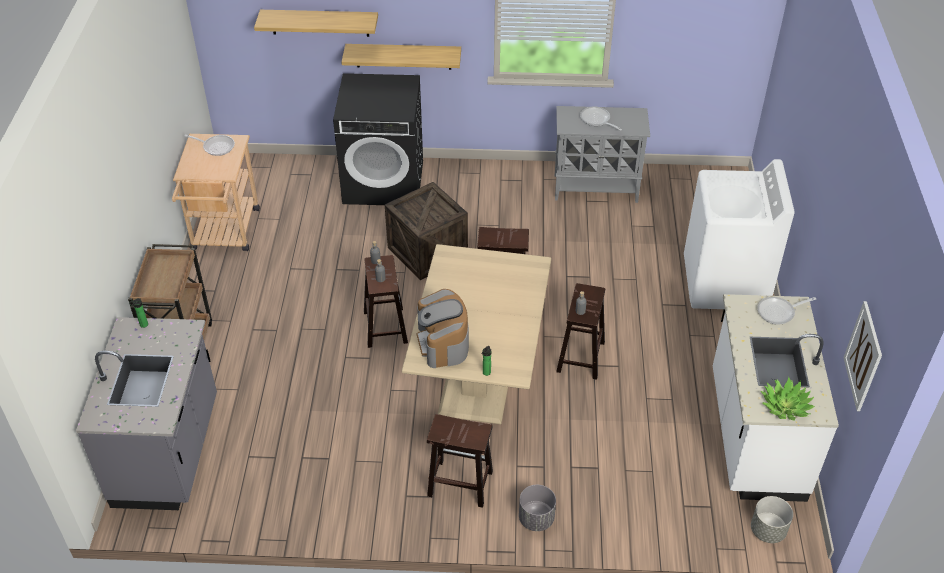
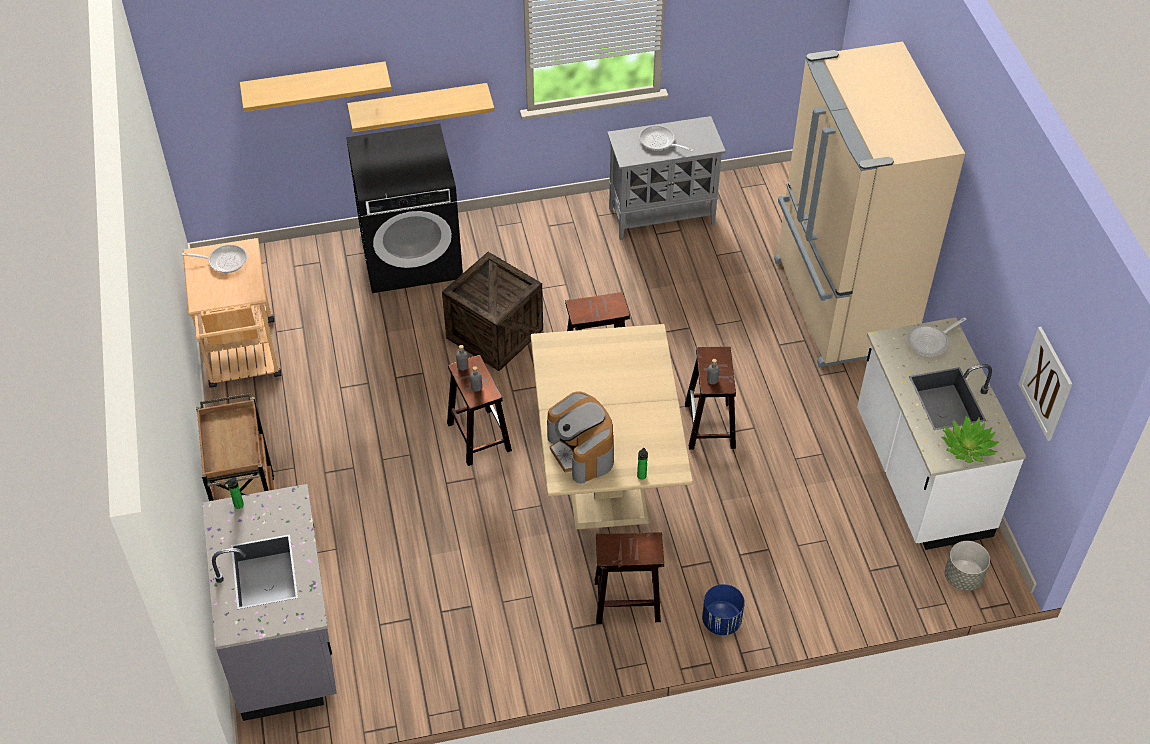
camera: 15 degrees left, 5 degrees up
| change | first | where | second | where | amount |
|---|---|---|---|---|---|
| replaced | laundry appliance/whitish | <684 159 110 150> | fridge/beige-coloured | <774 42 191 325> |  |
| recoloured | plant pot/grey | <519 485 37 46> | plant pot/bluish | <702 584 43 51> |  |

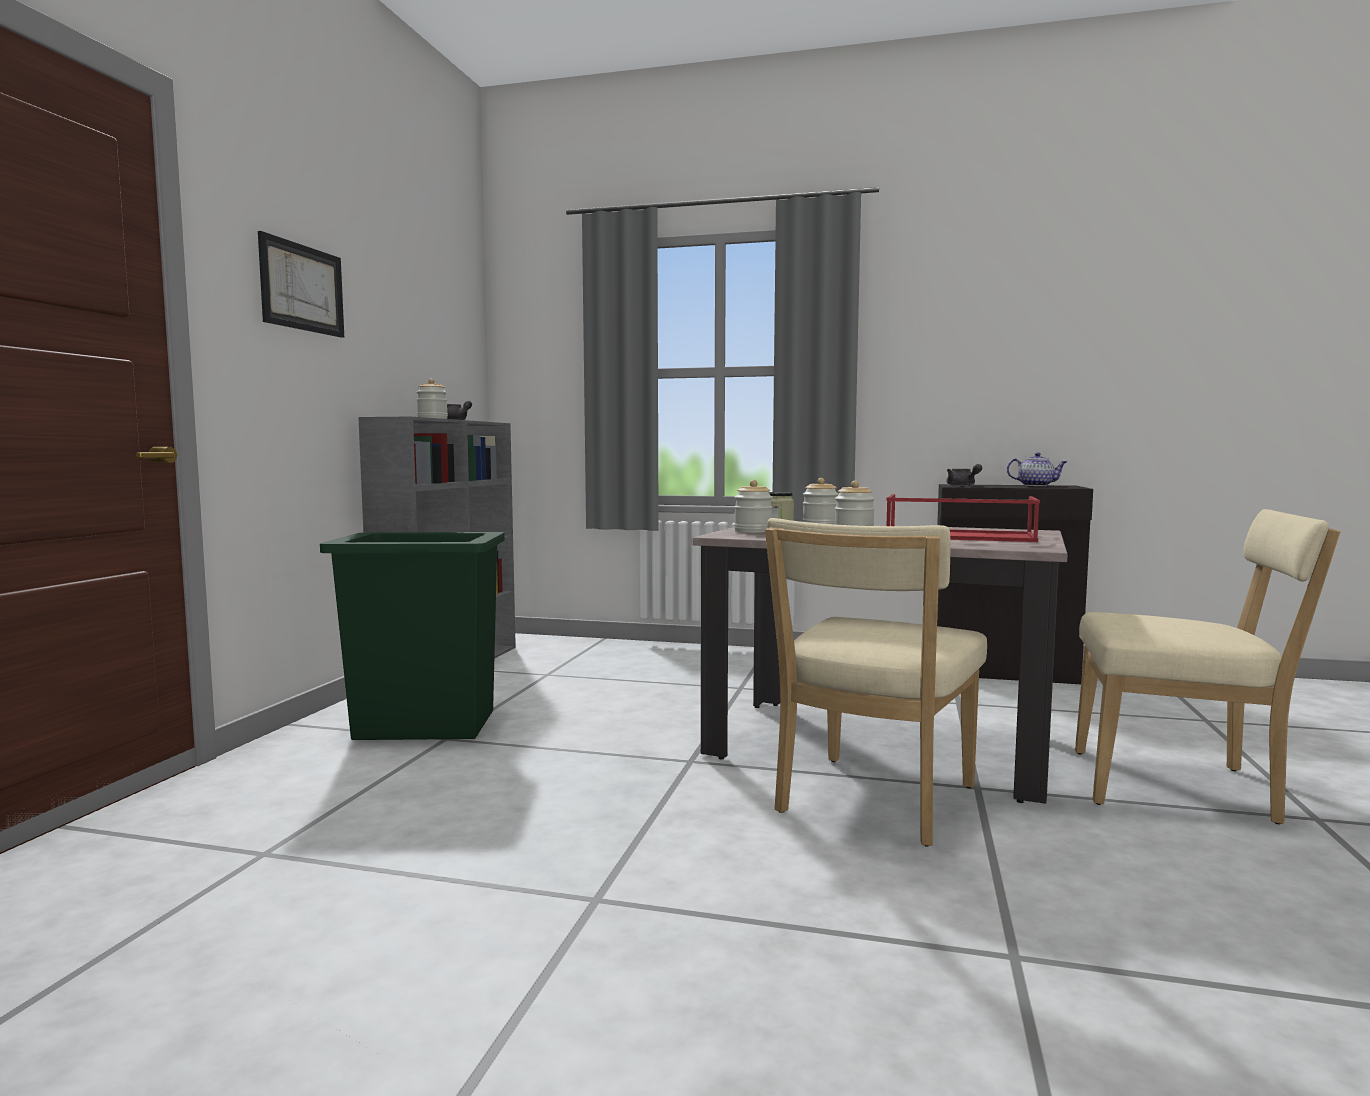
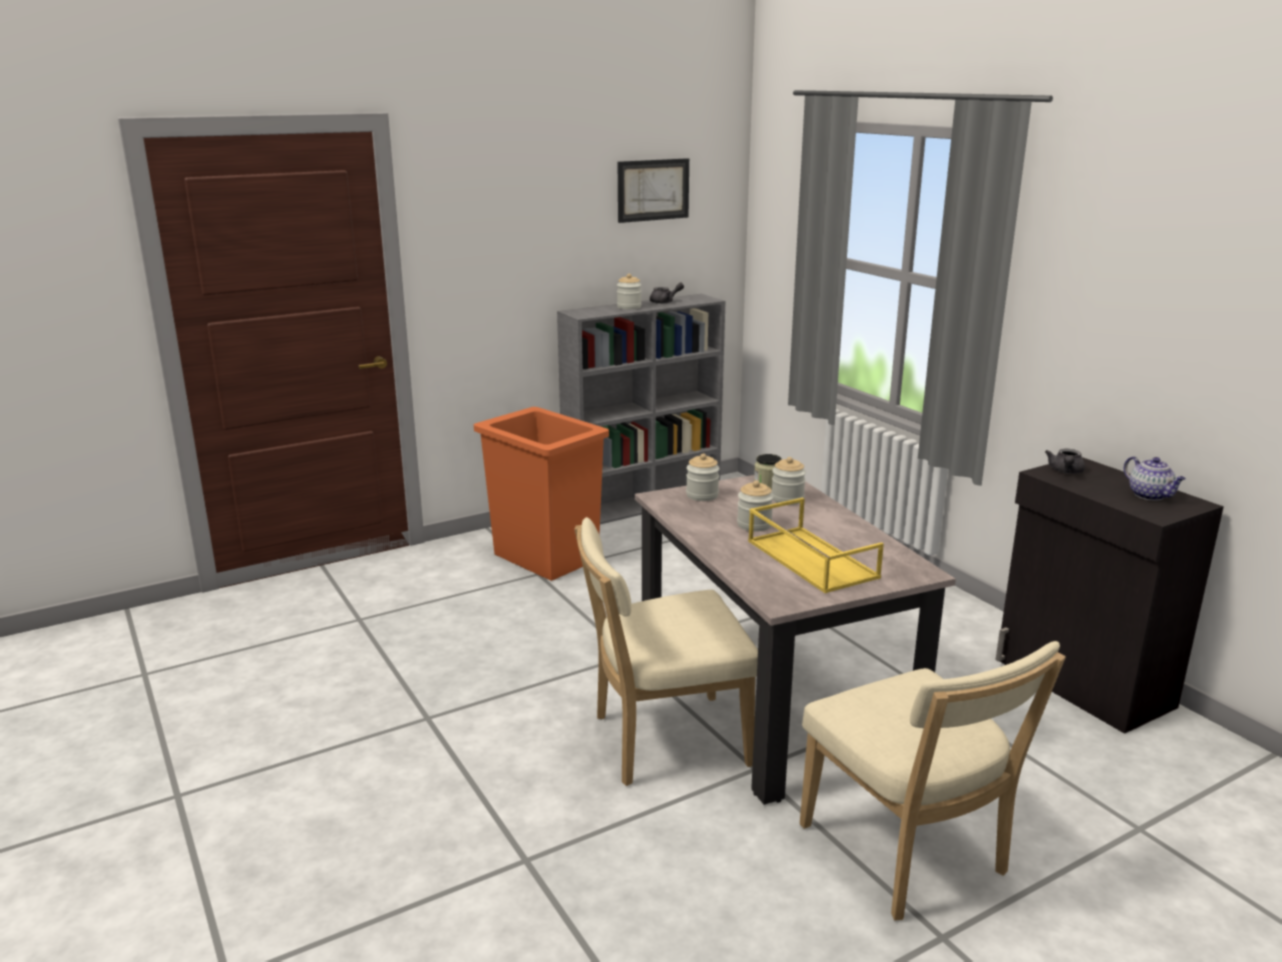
camera: 45 degrees right, 15 degrees up
| change | first | where | second | where | amount |
|---|---|---|---|---|---|
| moved | wall picture | <258 231 86 107> |  | <618 158 71 65> |  |
| recoloured | tray/red | <886 494 154 48> | tray/yellowish | <748 498 136 95> |  |
| recoloured | waste bin/green | <320 532 185 208> | waste bin/orange | <474 407 135 174> |  |

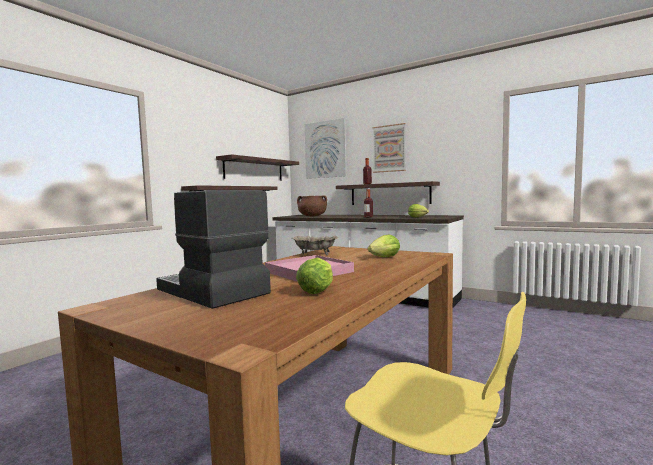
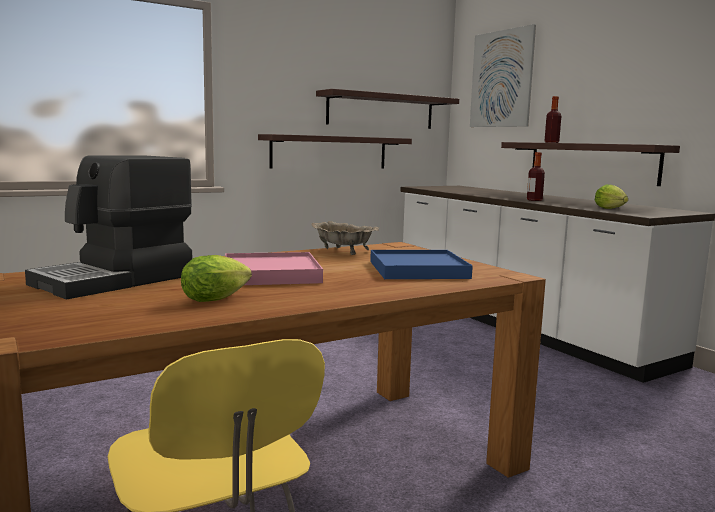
camera: 25 degrees right, 5 degrees up
| change | first | where | second | where | amount |
|---|---|---|---|---|---|
| removed | wall picture | <372 123 34 50> |  |  |  |
| turned | coffee maker | <156 190 115 119> |  | <25 156 167 143> | 120 degrees counterclockwise |
| removed | saucepot/brown-coloured | <297 195 30 21> |  |  |  |
| replaced | lettuce | <368 235 32 22> | tray/bluish | <370 250 103 29> |  |

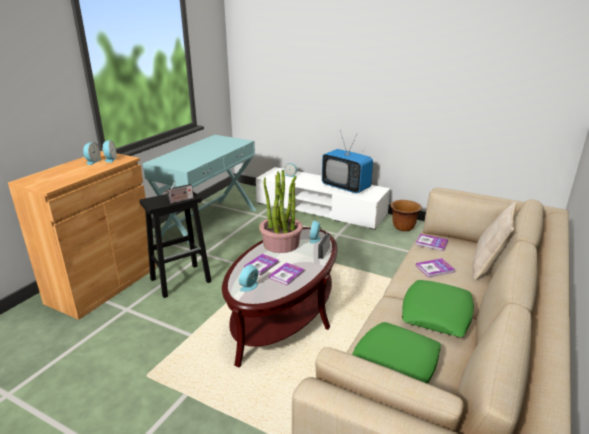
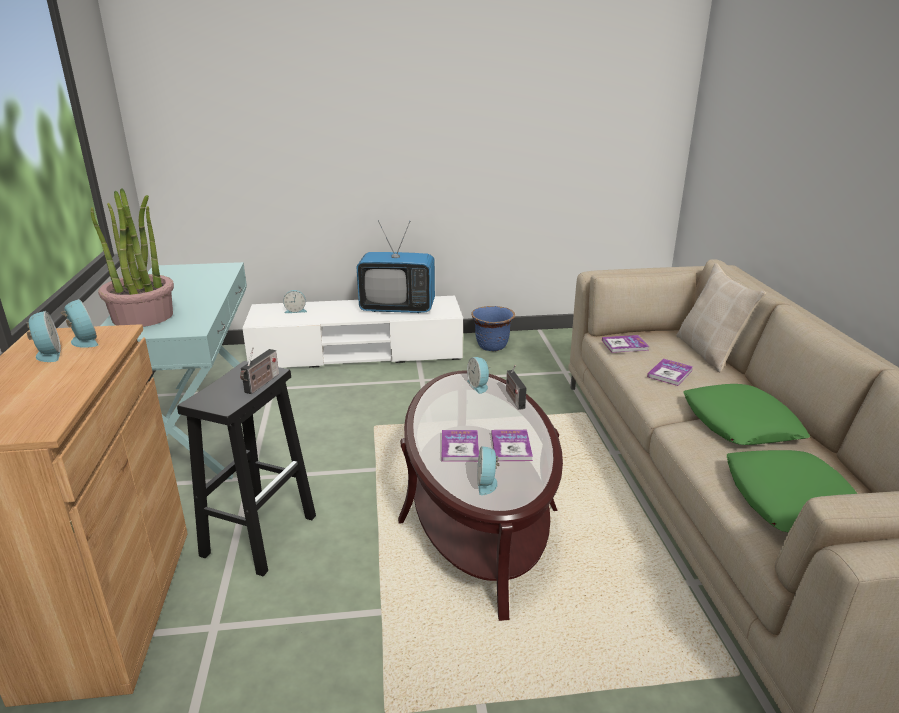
camera: 35 degrees left, 0 degrees up
| change | first | where | second | where | amount |
|---|---|---|---|---|---|
| moved | potted plant | <259 170 44 83> |  | <91 188 83 139> |  |
| recoloured | plant pot/brown-coloured | <391 200 31 31> | plant pot/bluish | <471 306 44 45> |  |

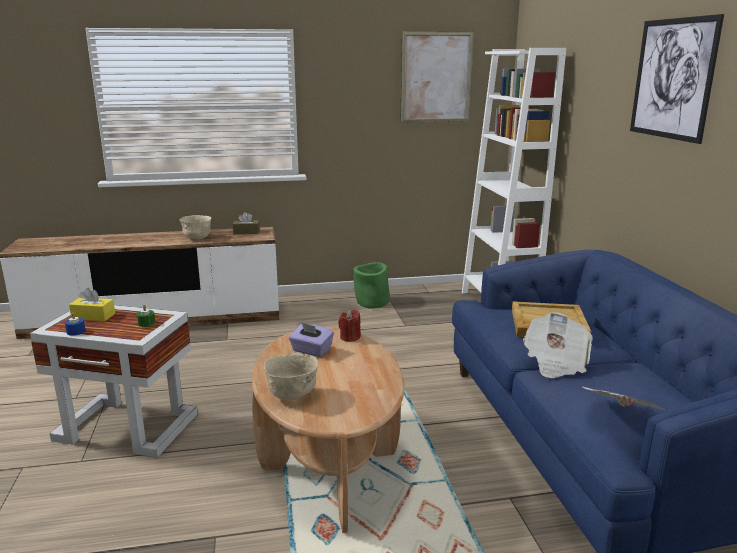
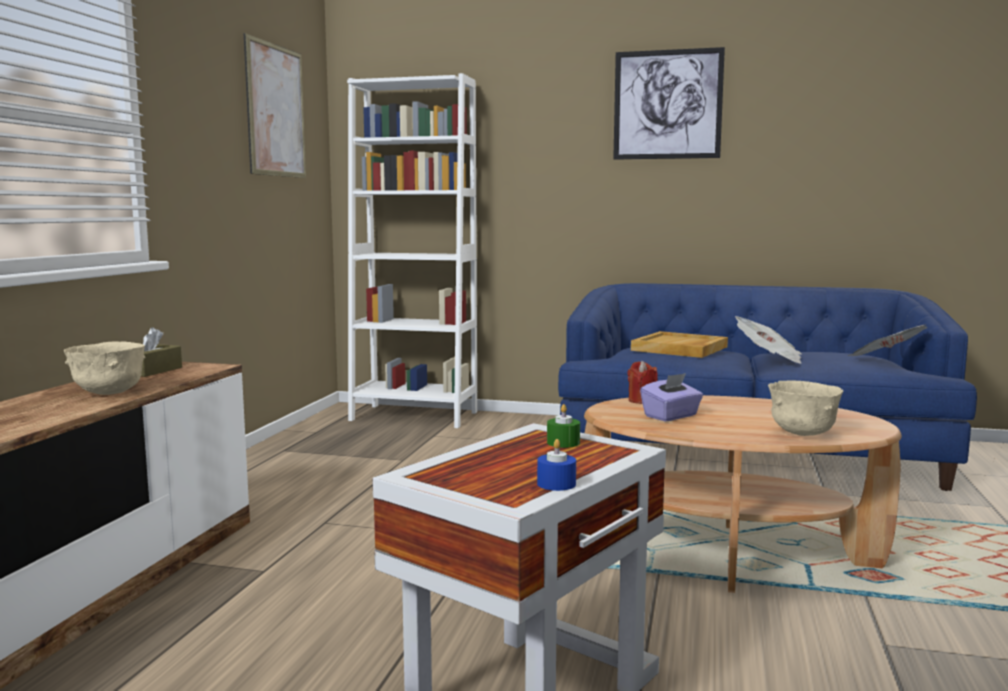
camera: 65 degrees left, 10 degrees down
| change | first | where | second | where | amount |
|---|---|---|---|---|---|
| removed | plant pot/green | <353 262 37 46> |  |  |  |
| removed | box of tissues/yellowish | <69 288 46 33> |  |  |  |

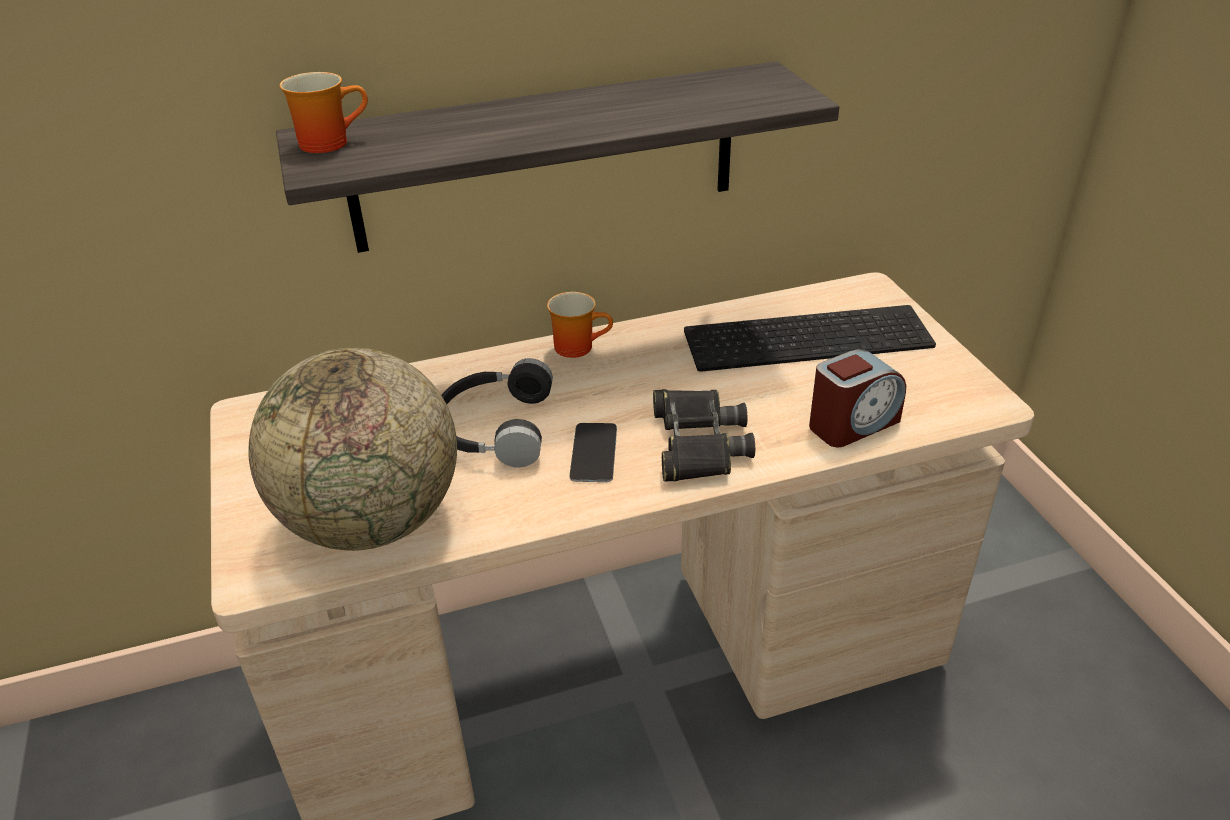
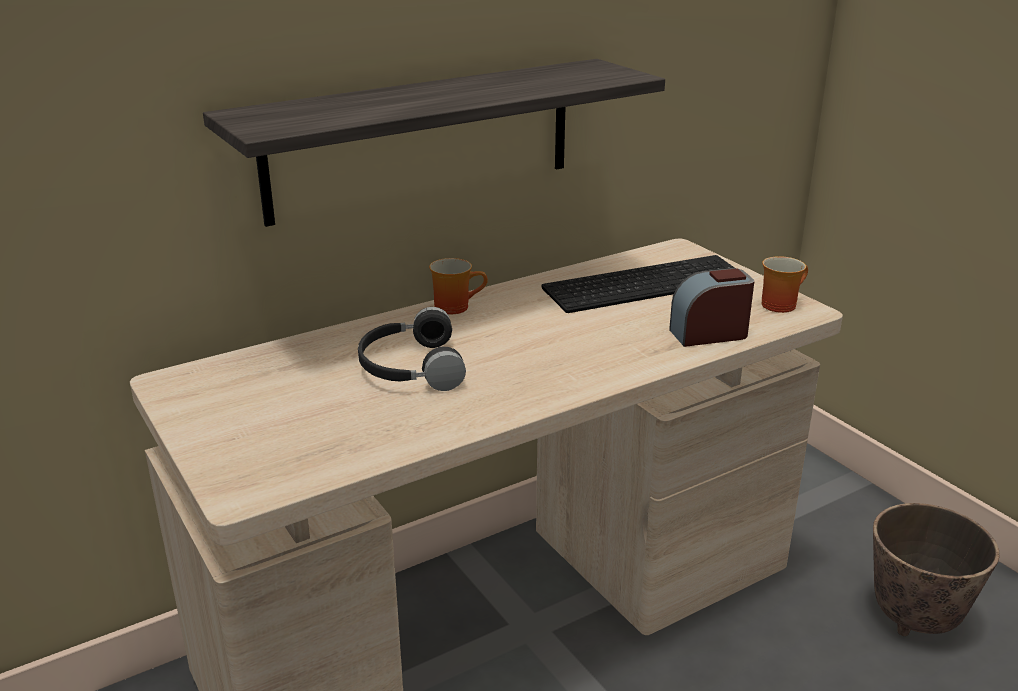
camera: 15 degrees left, 10 degrees down
| change | first | where | second | where | amount |
|---|---|---|---|---|---|
| moved | tea mug | <279 72 89 81> |  | <761 256 47 57> |  |
| removed | desk globe | <248 348 209 203> |  |  |  |
| turned | alarm clock | <809 349 97 99> |  | <669 268 85 79> | 150 degrees counterclockwise |
| removed | pair of binoculars/black-coloured | <653 389 102 93> |  |  |  |
| removed | handset | <569 423 48 59> |  |  |  |
| added |  |  | plant pot | <873 503 127 133> |  |

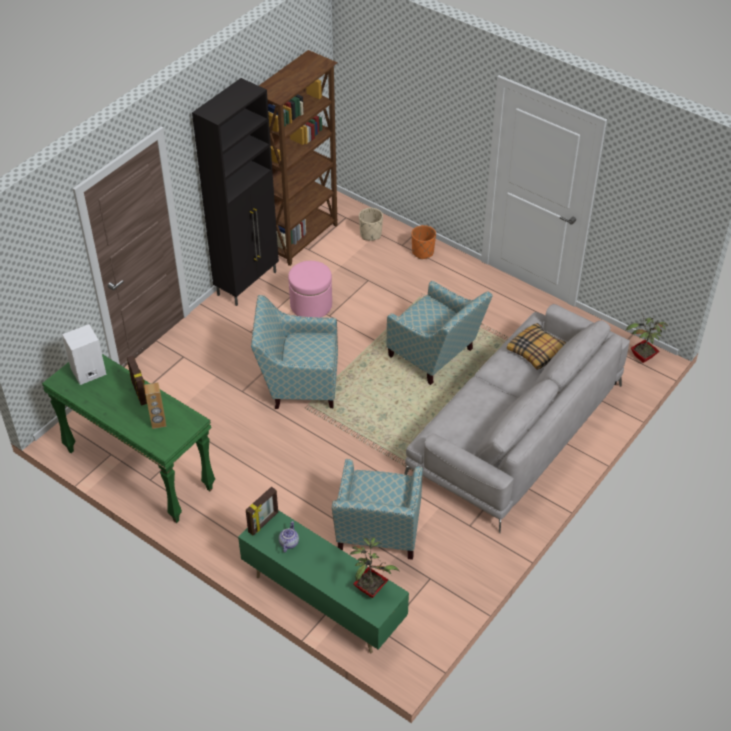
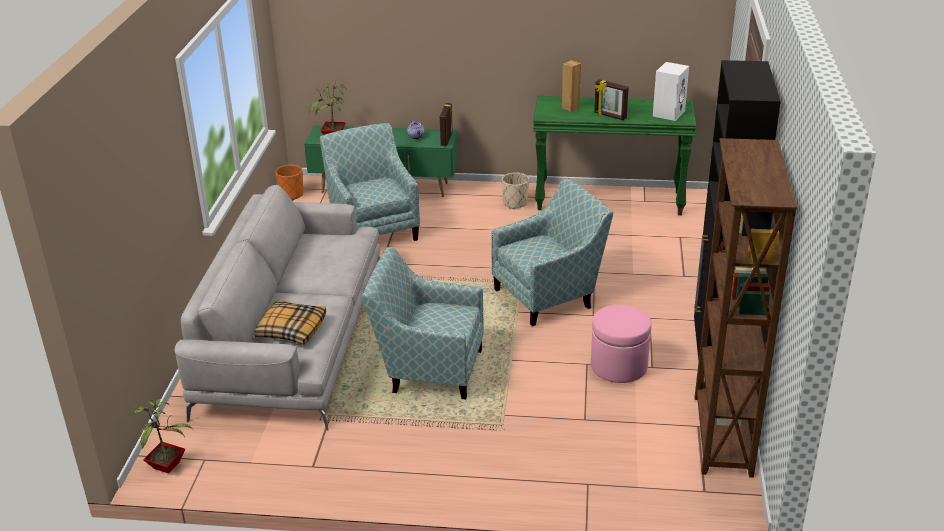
camera: 150 degrees right, 15 degrees down
| change | first | where | second | where | amount |
|---|---|---|---|---|---|
| moved | plant pot/beige-coloured | <359 208 24 33> |  | <502 172 27 37> |  |
| moved | plant pot/orange | <411 225 25 34> |  | <275 165 28 35> |  |

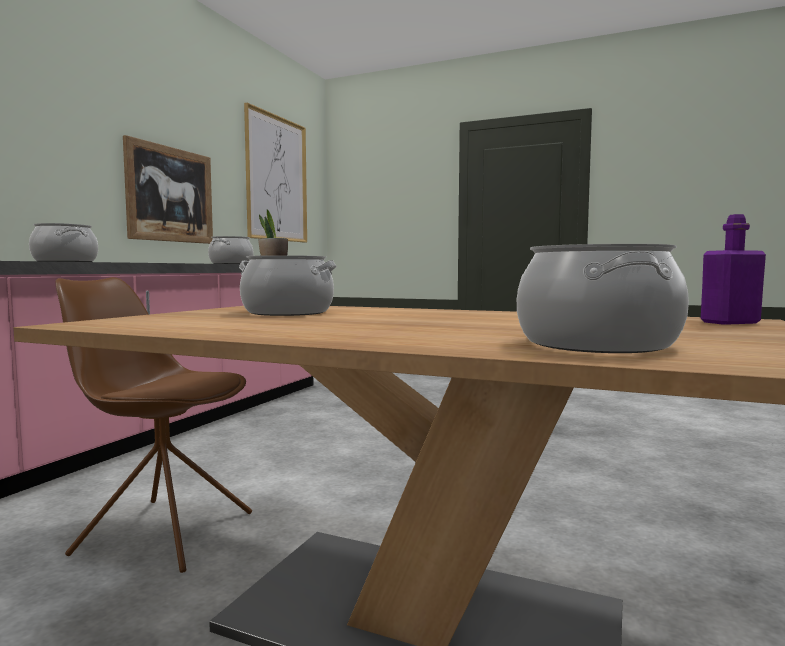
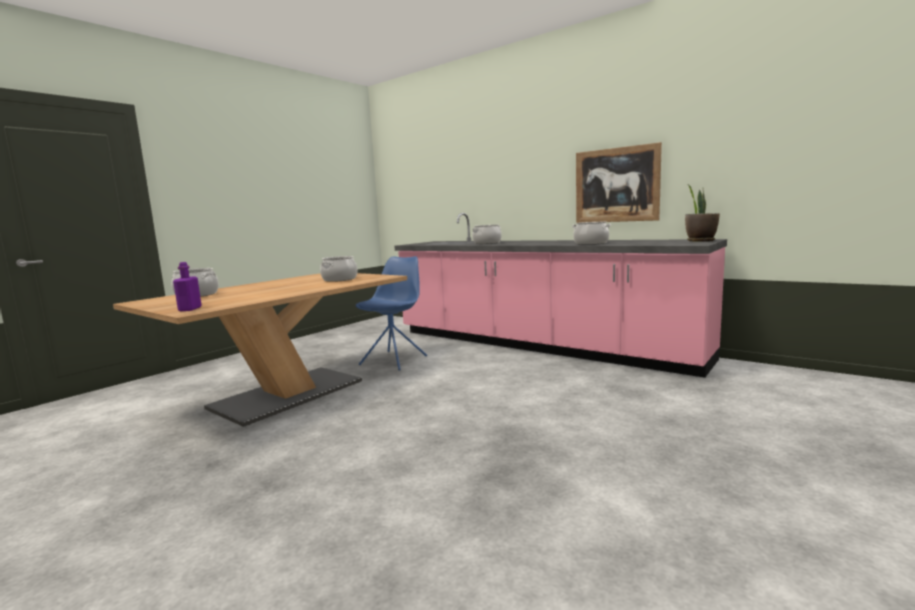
camera: 105 degrees right, 5 degrees up
| change | first | where | second | where | amount |
|---|---|---|---|---|---|
| removed | wall picture | <244 103 63 140> |  |  |  |
| recoloured | plain chair/brown-coloured | <56 277 196 296> | plain chair/bluish | <356 256 71 114> |  |

